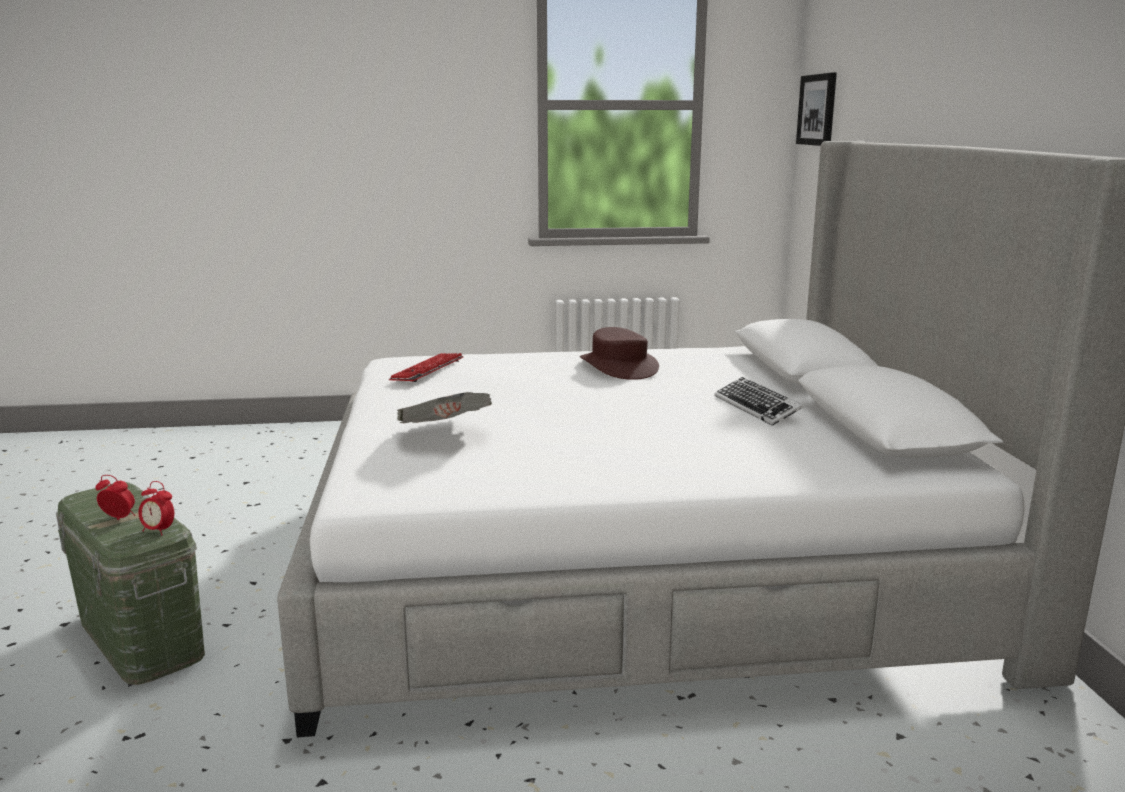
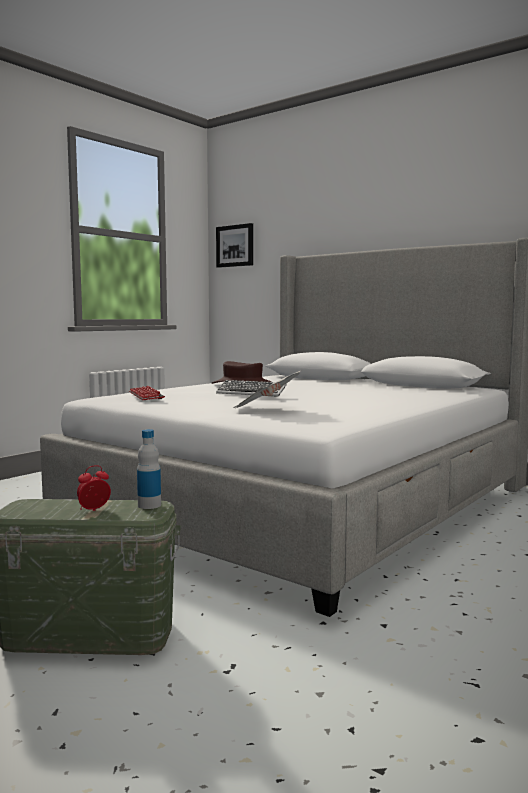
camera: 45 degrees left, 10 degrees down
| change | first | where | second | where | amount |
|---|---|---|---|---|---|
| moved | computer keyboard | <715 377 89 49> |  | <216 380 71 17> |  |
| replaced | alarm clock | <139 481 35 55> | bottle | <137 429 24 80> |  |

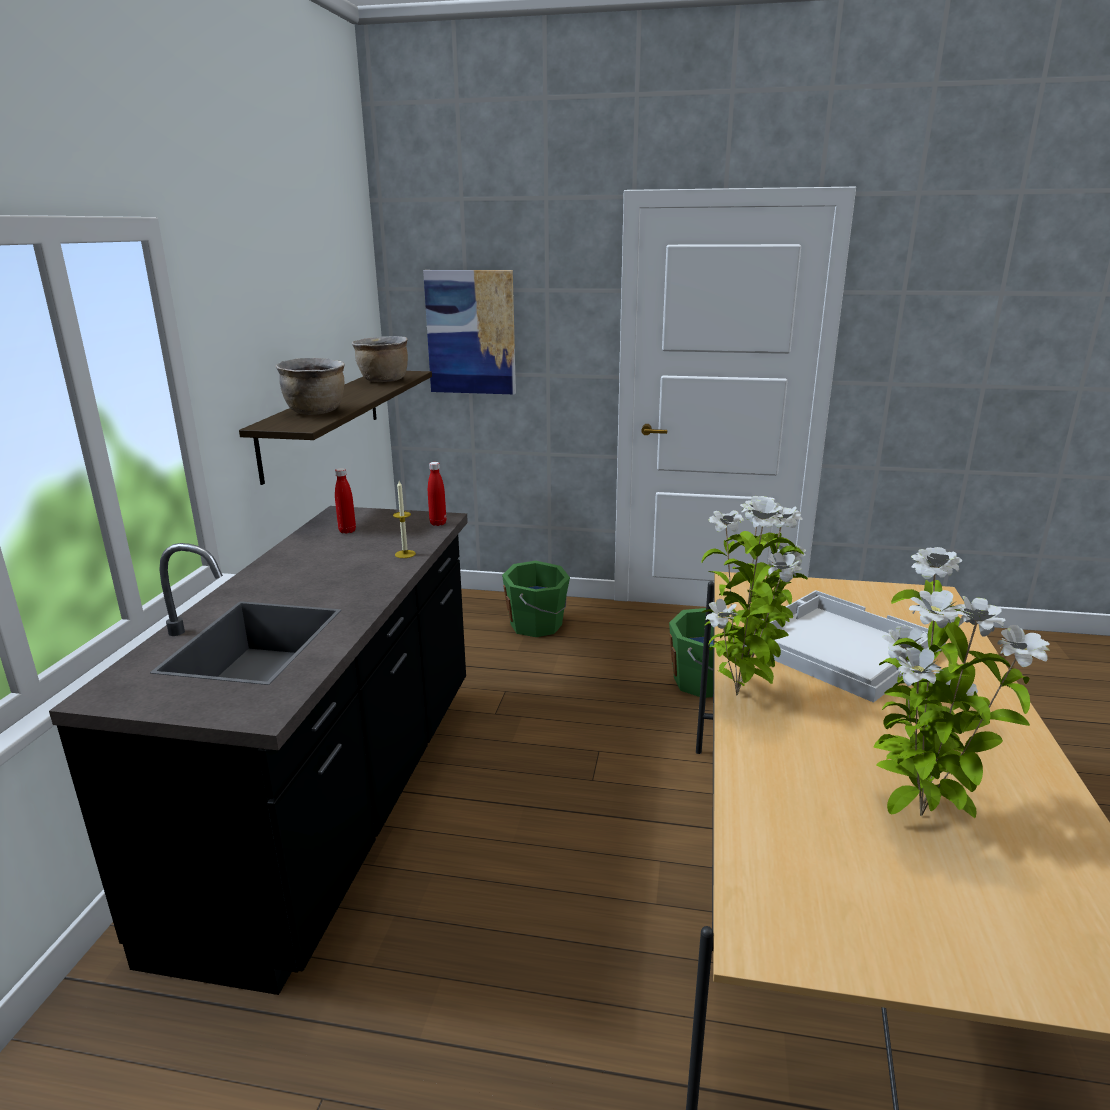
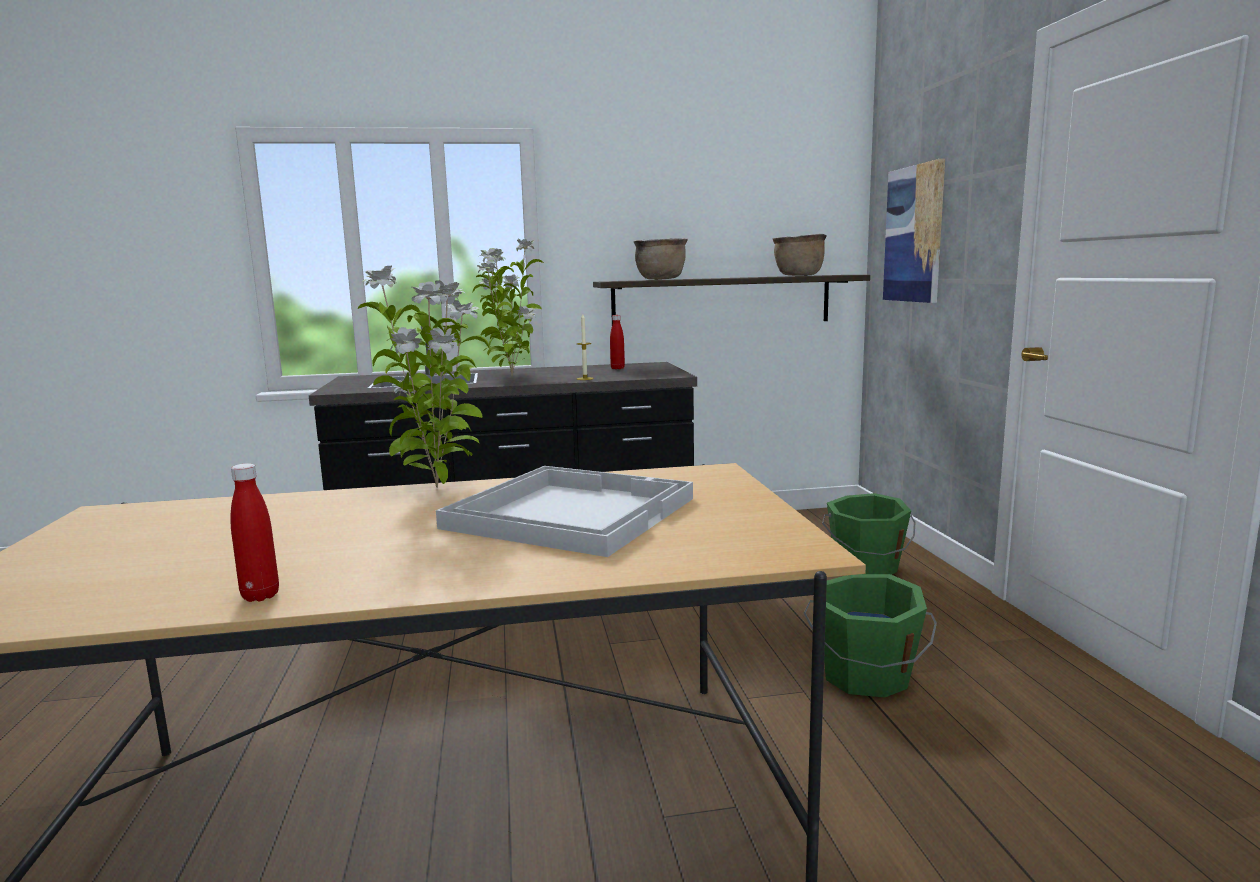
camera: 70 degrees right, 10 degrees down
| change | first | where | second | where | amount |
|---|---|---|---|---|---|
| moved | bottle/red | <428 462 18 64> |  | <230 463 49 139> |  |
| moved | potted plant | <873 547 177 271> |  | <473 239 70 137> |  |

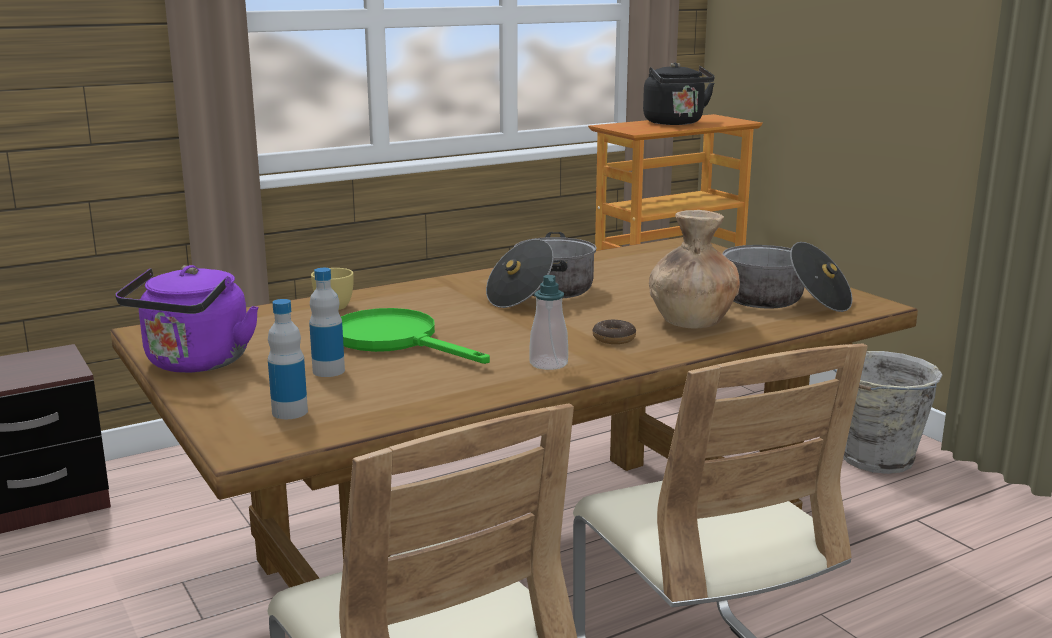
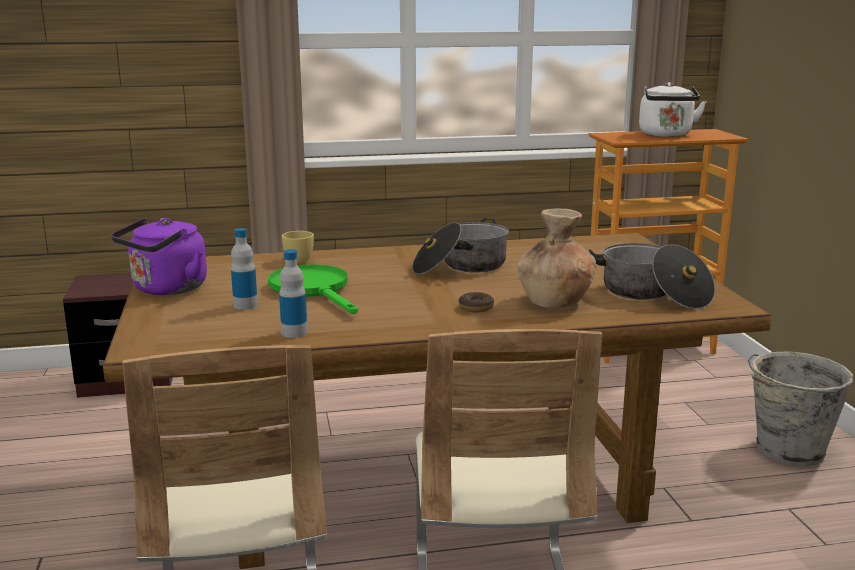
camera: 20 degrees right, 0 degrees up
| change | first | where | second | where | amount |
|---|---|---|---|---|---|
| recoloured | kettle/black-coloured | <643 62 72 63> | kettle/whitish | <639 82 68 55> |  |
| removed | soap dispenser | <529 275 39 95> |  |  |  |
| moved | bottle | <268 299 40 120> |  | <279 249 28 89> |  |

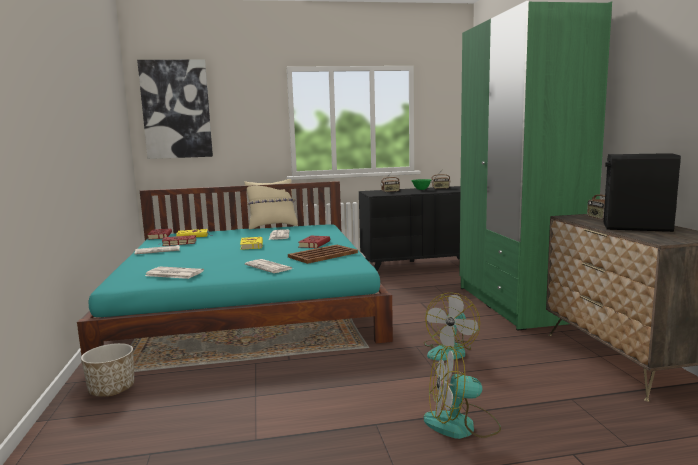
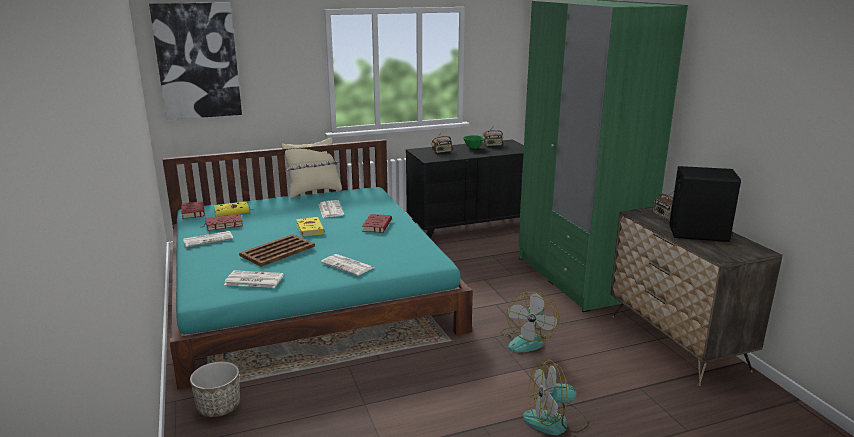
camera: 10 degrees left, 10 degrees up
| change | first | where | second | where | amount |
|---|---|---|---|---|---|
| moved | tray/brown-coloured | <288 245 70 19> |  | <239 234 76 33> |  |

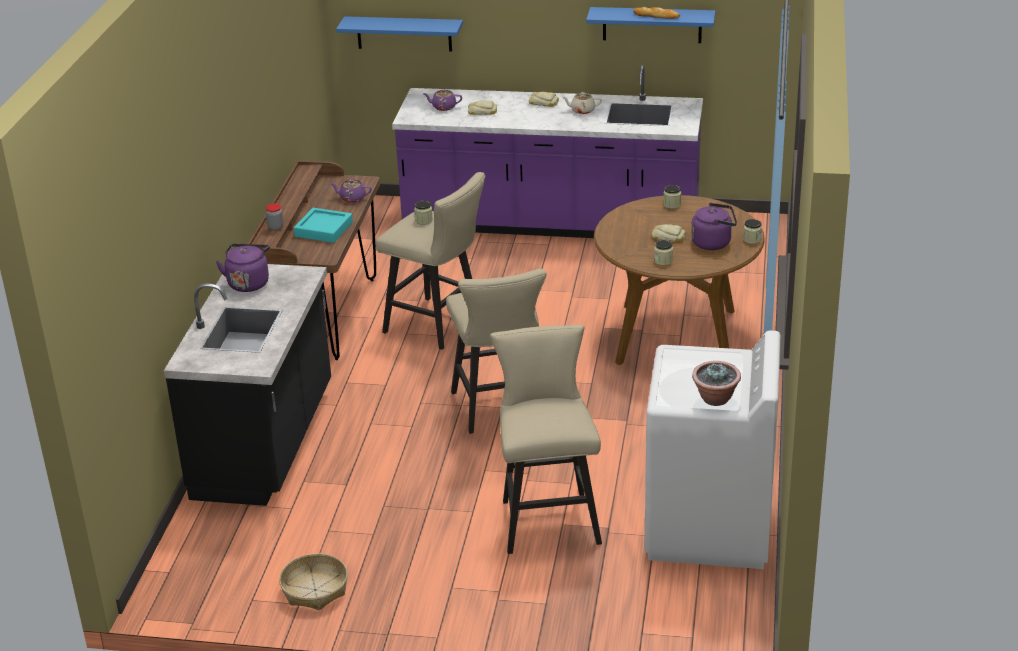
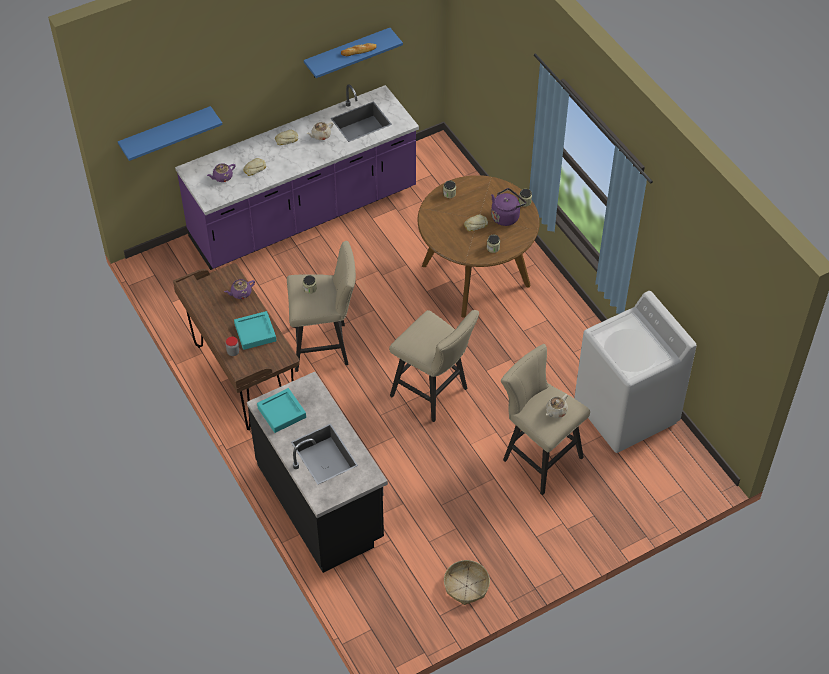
camera: 40 degrees left, 20 degrees up
| change | first | where | second | where | amount |
|---|---|---|---|---|---|
| replaced | kettle/purple-coloured | <216 244 54 48> | tray/turquoise | <257 388 49 45> |  |
| removed | potted plant | <692 361 49 45> |  |  |  |
| added |  |  | teapot/beige-coloured | <546 394 22 24> |  |

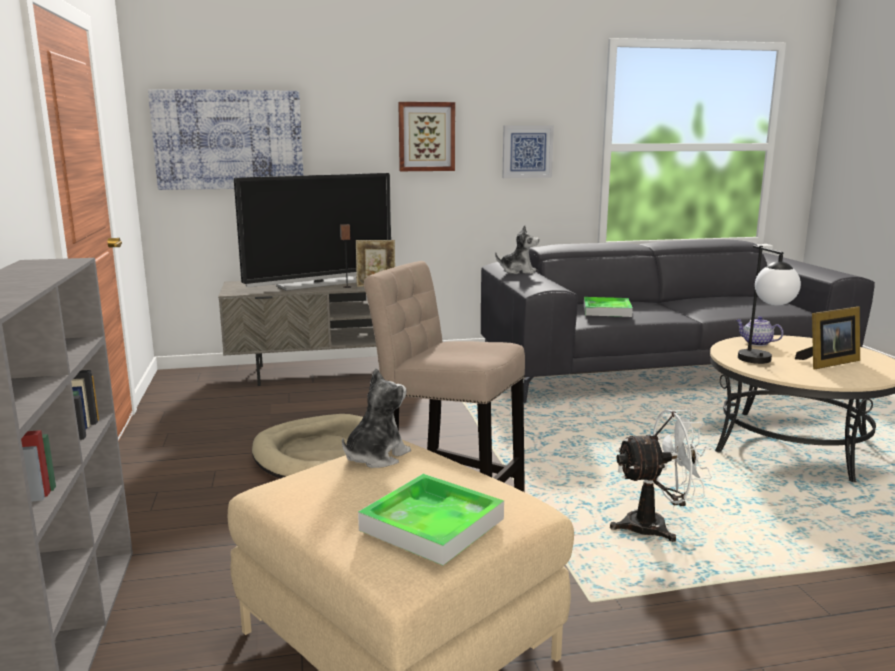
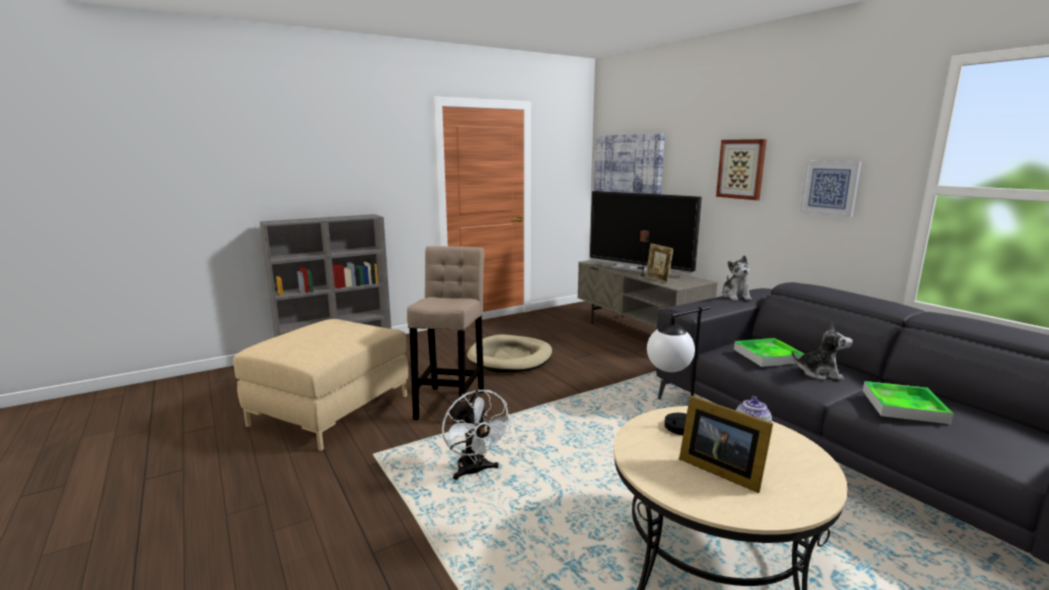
camera: 70 degrees right, 0 degrees up
| change | first | where | second | where | amount |
|---|---|---|---|---|---|
| moved | soft toy | <342 368 69 100> |  | <792 323 61 57> |  |
| moved | tray | <358 474 146 91> |  | <863 381 91 43> |  |

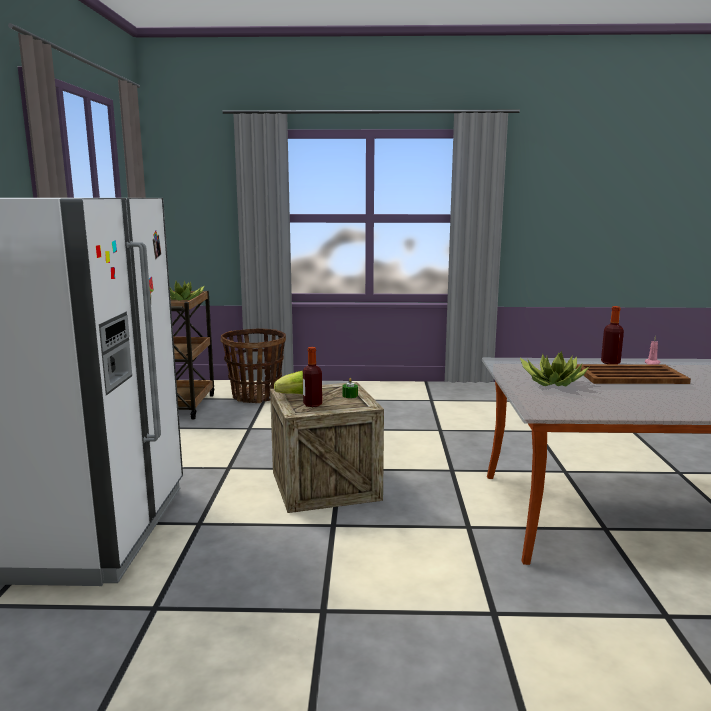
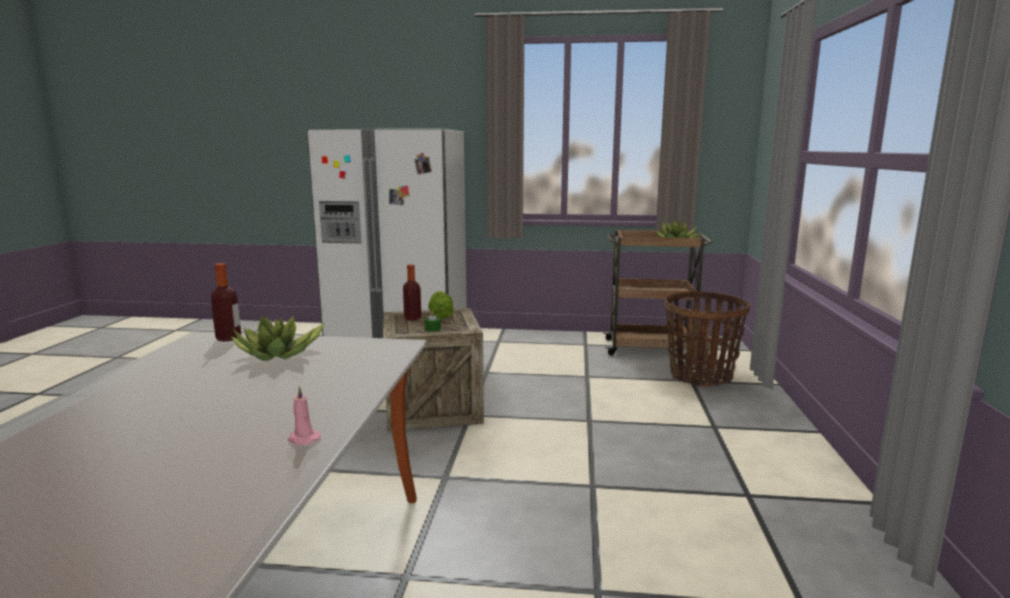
camera: 95 degrees right, 0 degrees up
| change | first | where | second | where | amount |
|---|---|---|---|---|---|
| moved | bottle | <601 306 23 58> |  | <211 263 30 79> |  |
| removed | tray/brown-coloured | <576 364 115 20> |  |  |  |

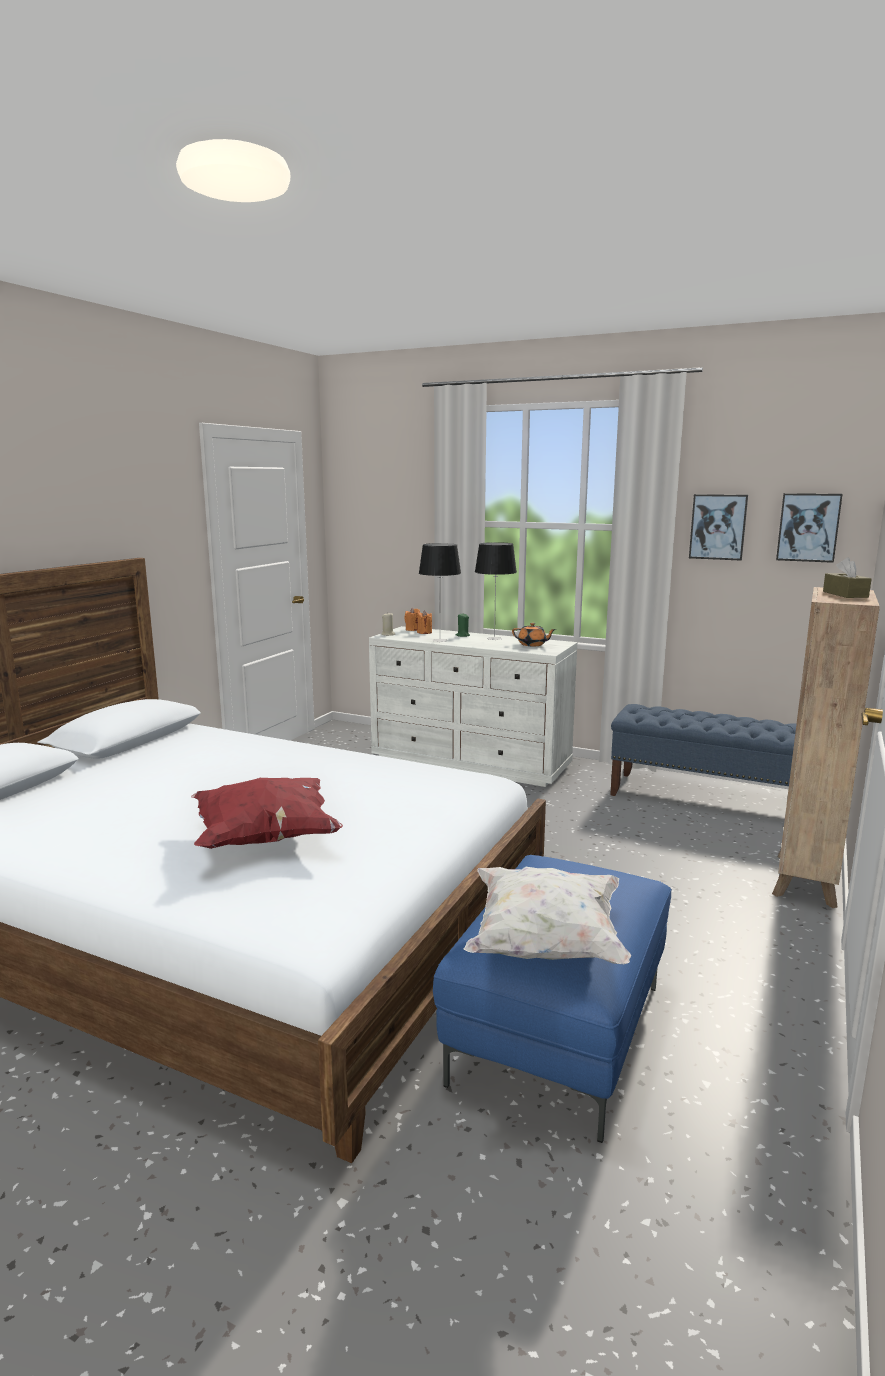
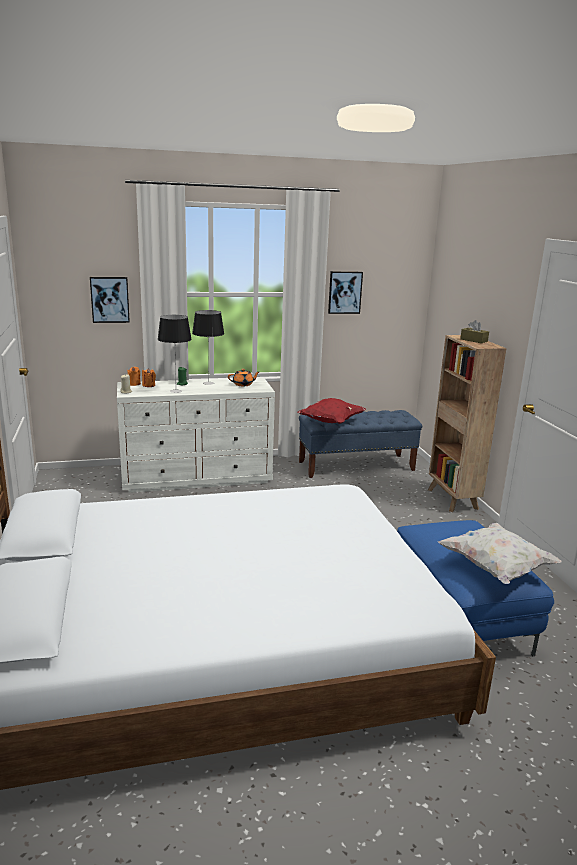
camera: 40 degrees left, 5 degrees up
| change | first | where | second | where | amount |
|---|---|---|---|---|---|
| moved | wall picture | <776 493 66 70> |  | <90 277 40 46> |  |
| moved | throw pillow/red | <191 778 152 71> |  | <297 398 69 26> |  |

